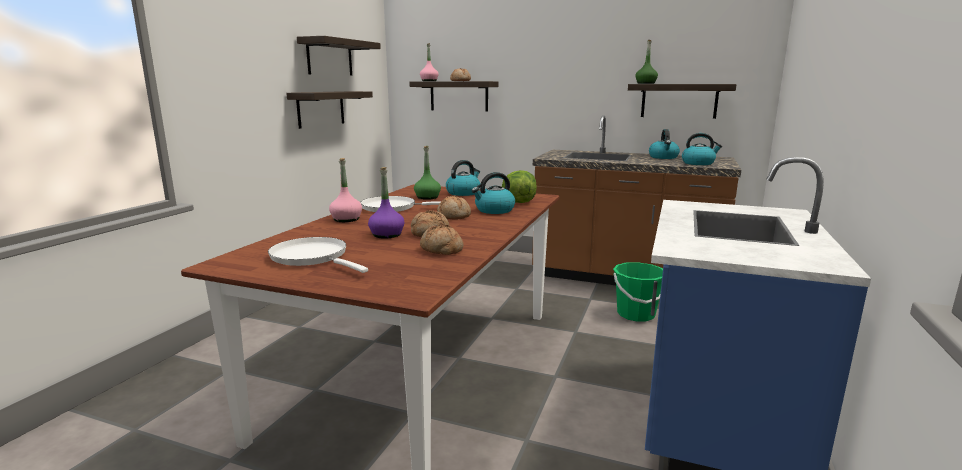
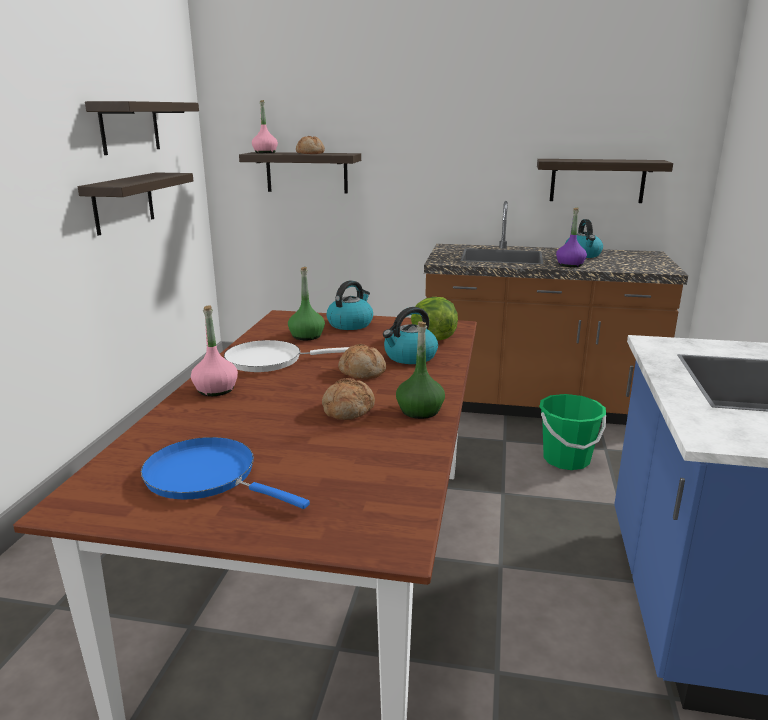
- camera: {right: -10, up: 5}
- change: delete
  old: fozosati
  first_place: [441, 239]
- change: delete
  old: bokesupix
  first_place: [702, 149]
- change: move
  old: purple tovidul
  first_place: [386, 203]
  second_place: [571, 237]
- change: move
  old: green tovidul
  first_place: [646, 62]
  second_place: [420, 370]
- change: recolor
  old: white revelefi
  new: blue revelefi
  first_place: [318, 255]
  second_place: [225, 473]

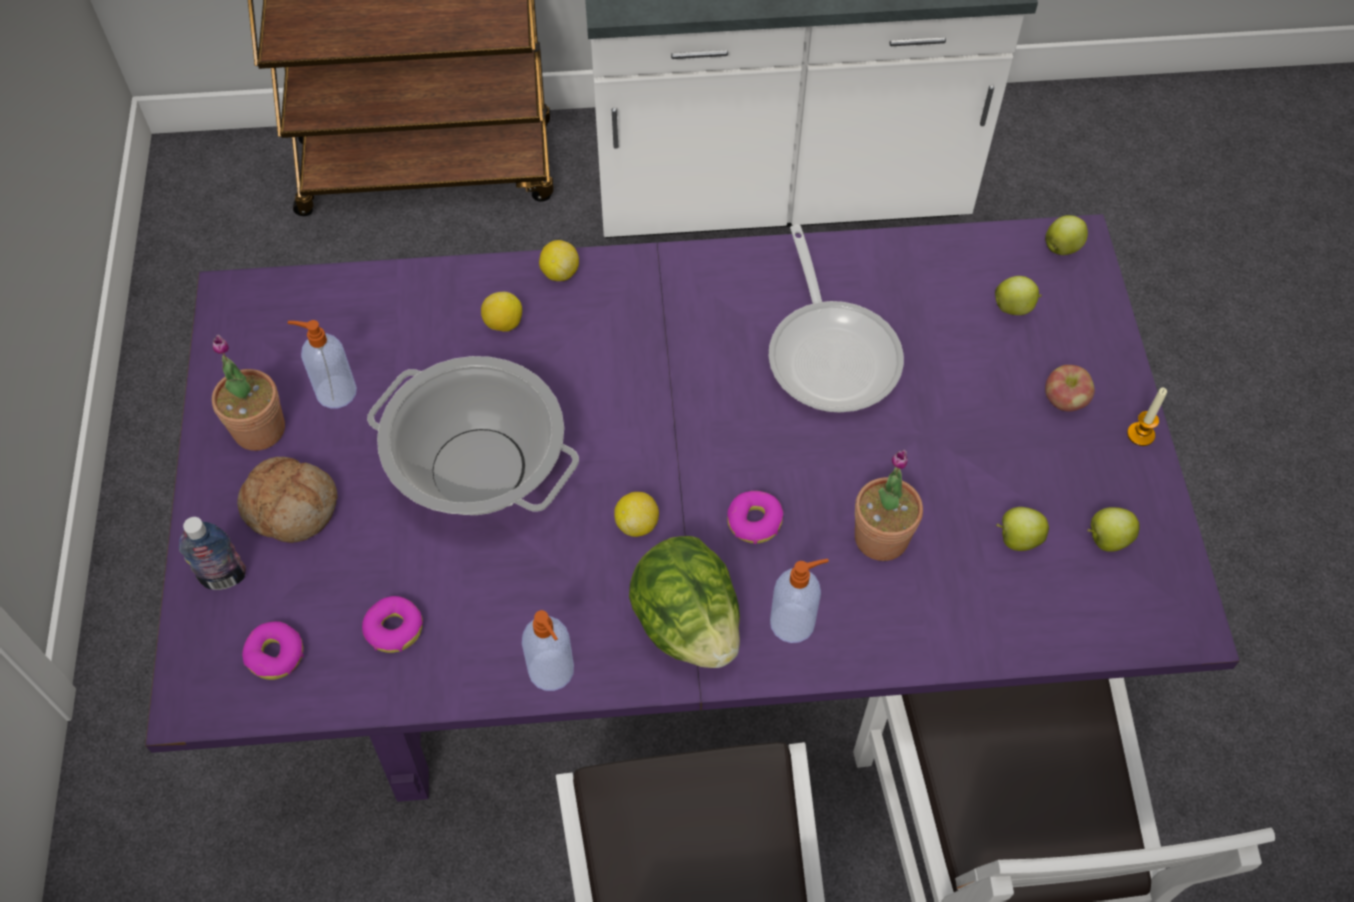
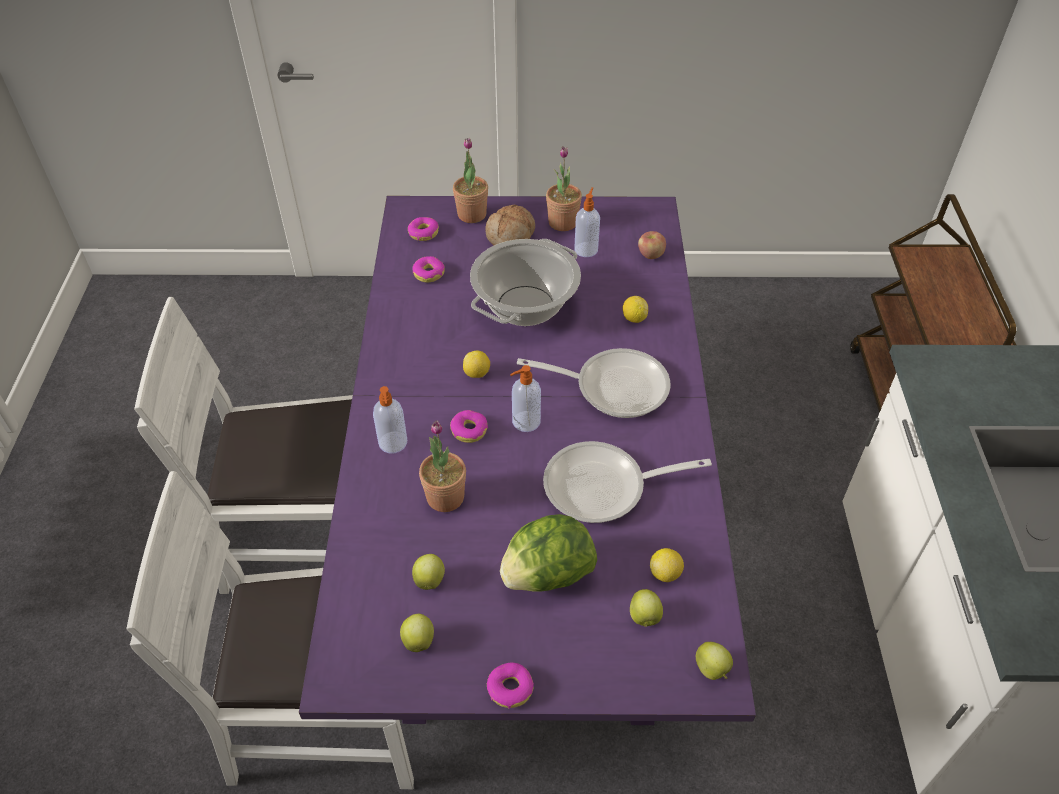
- camera: {right: 95, up: -10}
- change: insert
  new: revelefi
  second_place: [593, 383]
- change: move
  old: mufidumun
  first_place: [548, 650]
  second_place: [525, 398]
- change: move
  old: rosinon
  first_place: [559, 260]
  second_place: [667, 565]
- change: move
  old: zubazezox
  first_place: [684, 602]
  second_place: [548, 552]
- change: move
  old: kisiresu
  first_place: [1070, 388]
  second_place: [652, 245]
- change: replace
  old: tovidul
  new: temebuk
  first_place: [212, 553]
  second_place: [470, 180]
- change: replace
  old: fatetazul
  new: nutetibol
  first_place: [1147, 417]
  second_place: [510, 685]

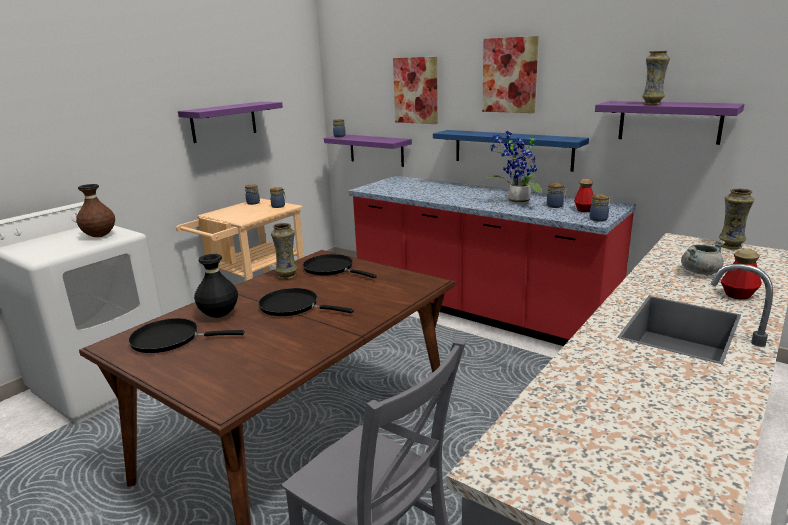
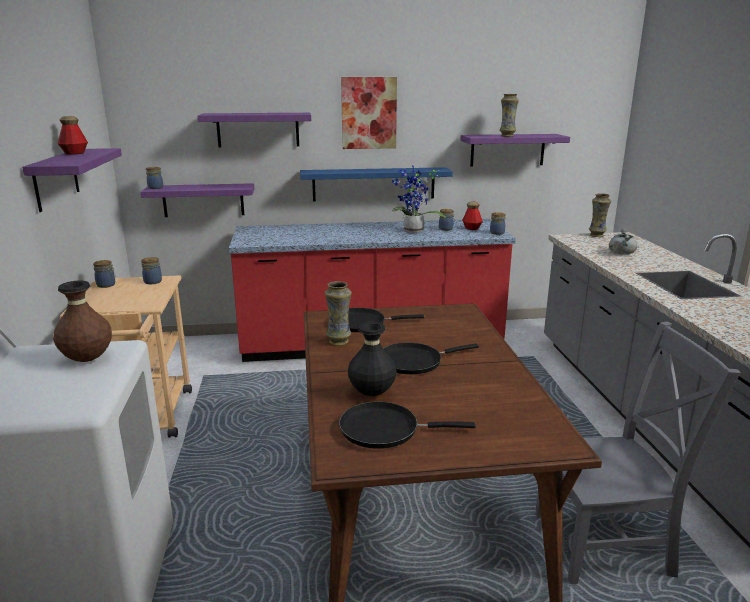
- camera: {right: -45, up: 0}
- change: move
  old: tovidul
  first_place: [741, 274]
  second_place: [72, 135]
- change: replace
  old: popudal
  new: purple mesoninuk
  first_place: [415, 90]
  second_place: [254, 130]
- change: rotate
  old: black revelefi
  first_place: [186, 335]
  second_place: [407, 425]
  degrees: 45

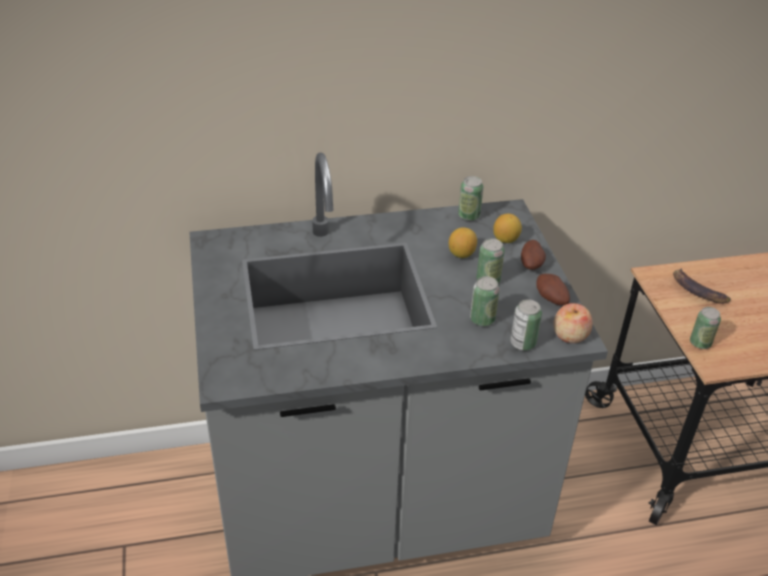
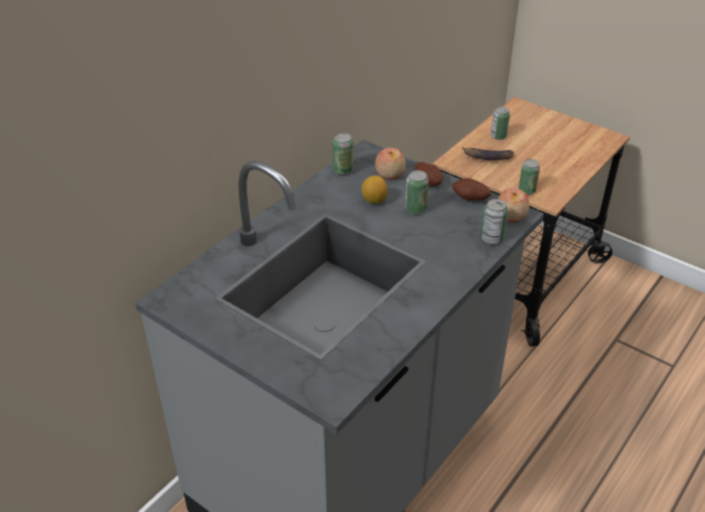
- camera: {right: -40, up: 0}
- change: move
  old: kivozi
  first_place: [485, 301]
  second_place: [500, 123]
- change: replace
  old: rosinon
  new: kisiresu
  first_place: [507, 228]
  second_place: [390, 164]

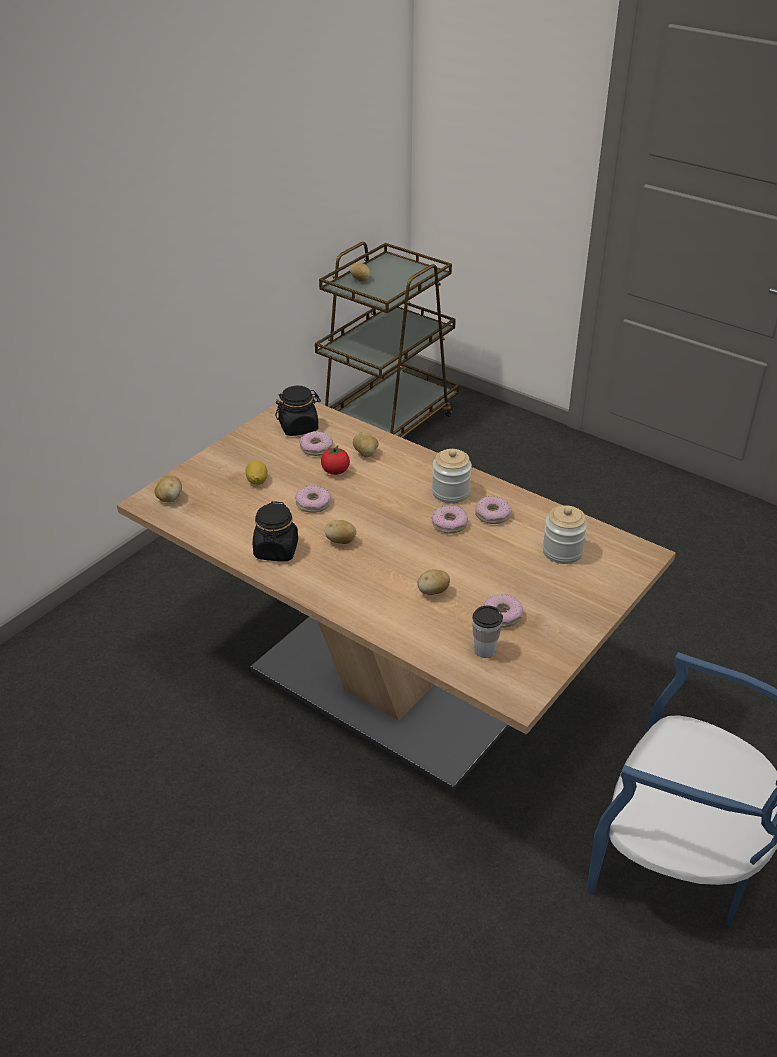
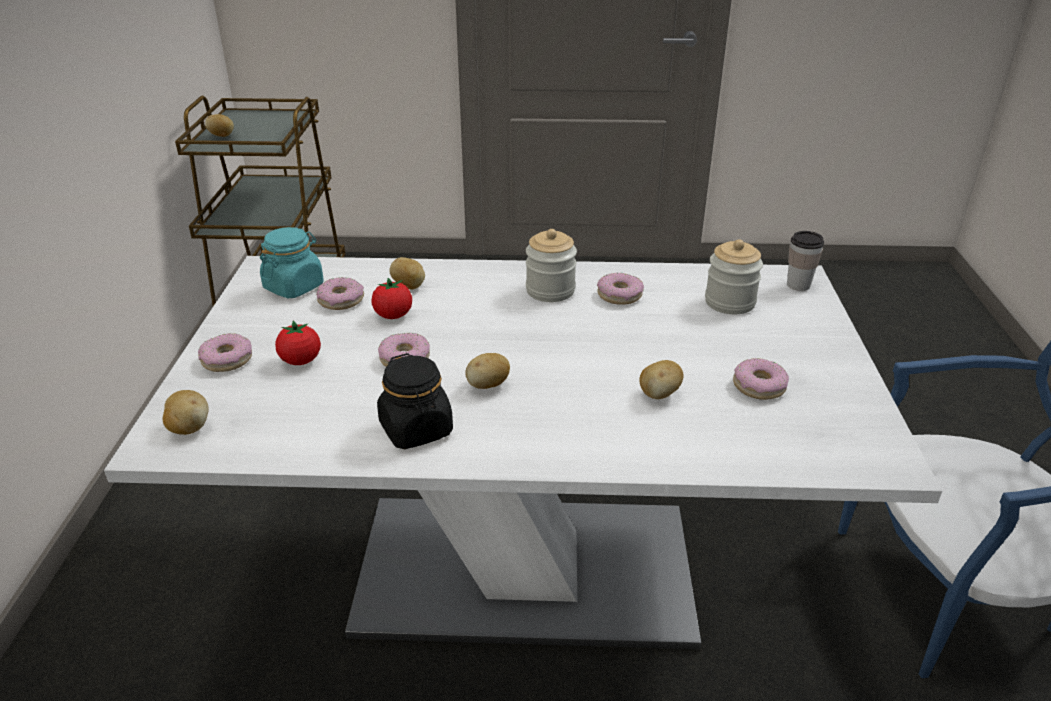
- camera: {right: -35, up: -5}
- change: move
  old: nutetibol
  first_place: [450, 520]
  second_place: [225, 352]
- change: move
  old: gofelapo
  first_place: [487, 632]
  second_place: [805, 261]
- change: replace
  old: rosinon
  new: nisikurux
  first_place: [256, 472]
  second_place: [298, 342]
- change: recolor
  old: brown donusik
  new: white donusik
  first_place: [396, 596]
  second_place: [523, 452]
- change: recolor
  old: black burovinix
  new: turquoise burovinix
  first_place: [298, 411]
  second_place: [292, 262]

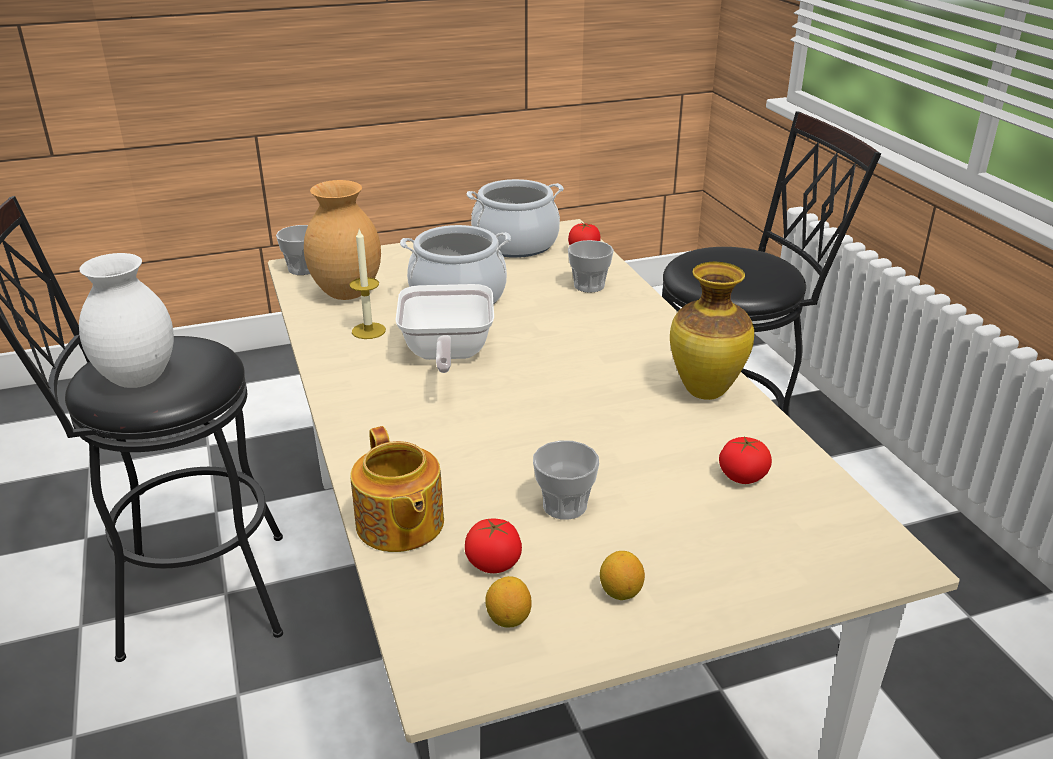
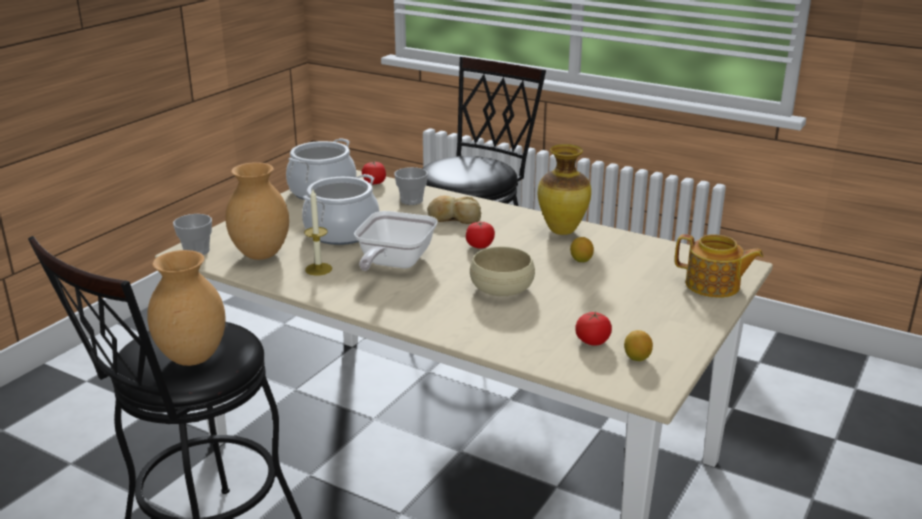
- camera: {right: -40, up: -5}
- change: delete
  old: gofelapo
  first_place: [566, 480]
- change: insert
  new: fozosati
  second_place: [454, 209]
- change: insert
  new: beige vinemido
  second_place: [502, 271]
- change: move
  old: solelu
  first_place: [397, 489]
  second_place: [719, 266]
- change: move
  old: rosinon
  first_place: [622, 575]
  second_place: [582, 249]
- change: move
  old: nisikurux
  first_place: [745, 460]
  second_place: [480, 235]
- change: recolor
  old: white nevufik
  new: brown nevufik
  first_place: [126, 320]
  second_place: [186, 308]
- change: rotate
  old: revelefi
  first_place: [444, 328]
  second_place: [396, 241]
  degrees: 60

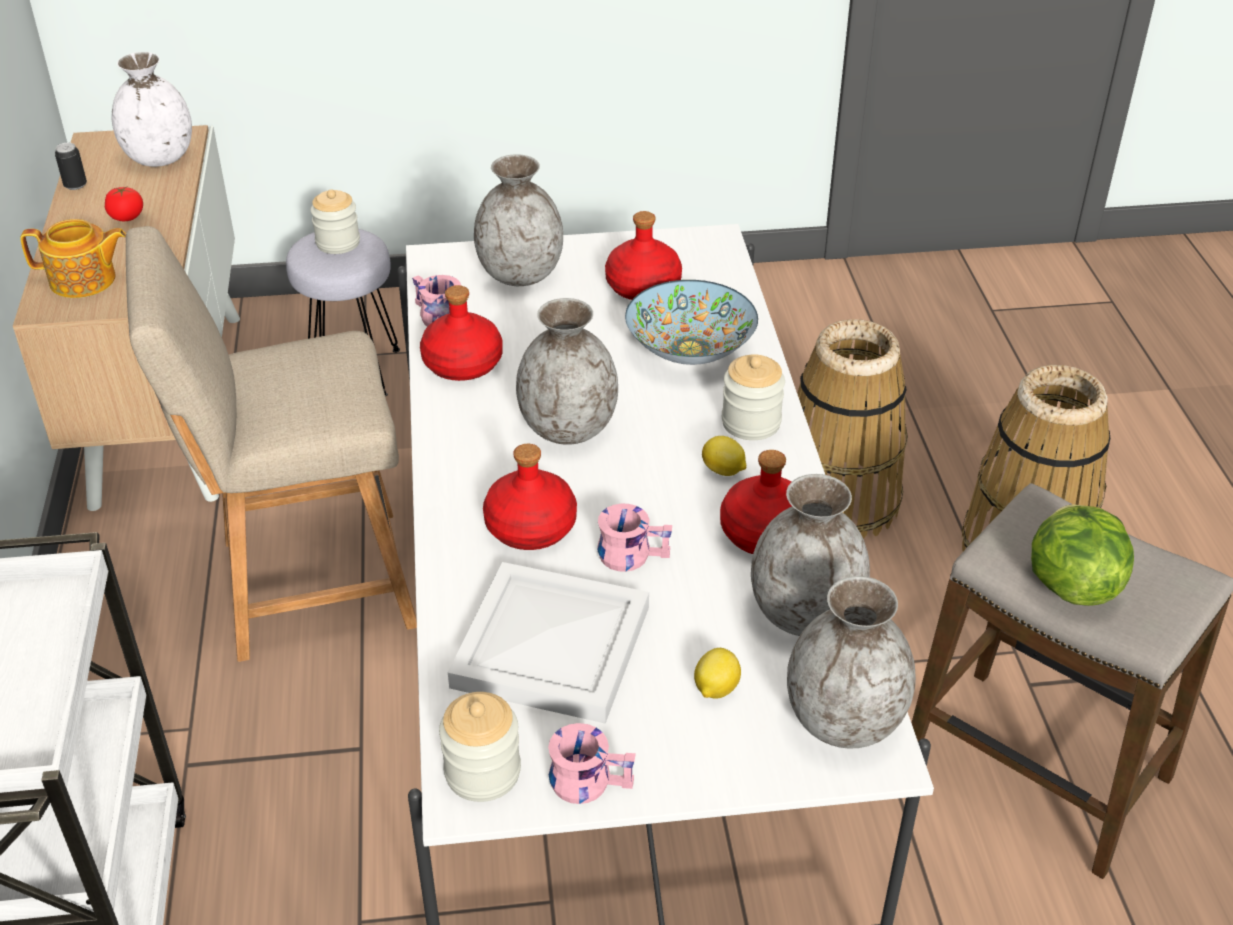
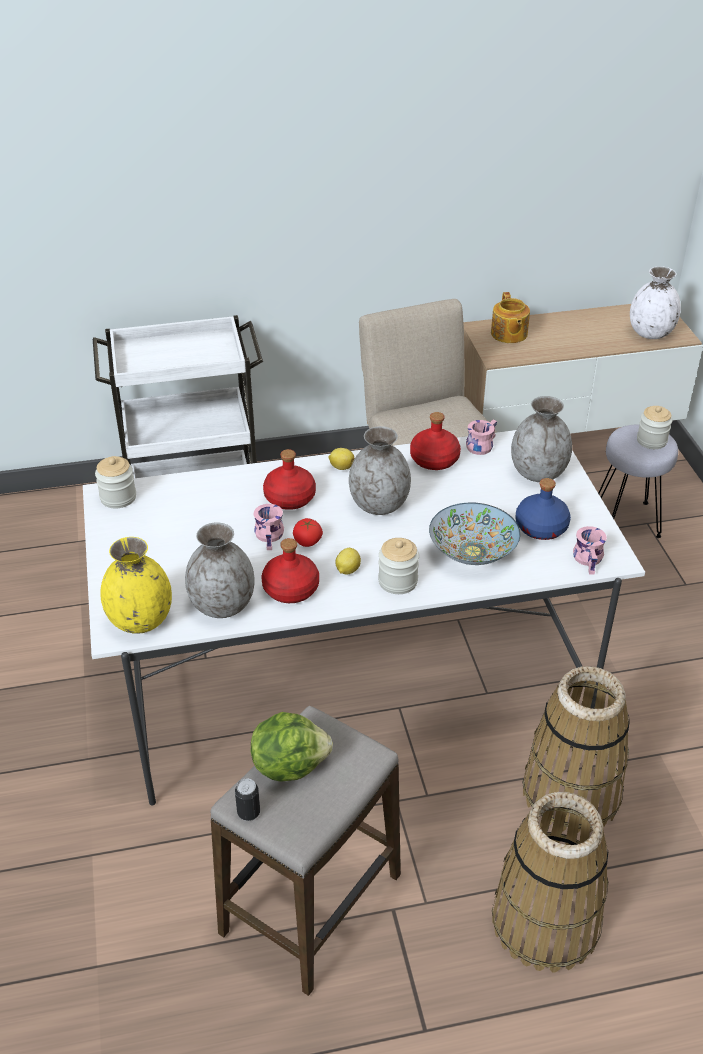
- camera: {right: 85, up: 0}
- change: delete
  old: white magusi
  first_place: [548, 643]
- change: move
  old: kivozi
  first_place: [71, 166]
  second_place: [247, 799]
- change: move
  old: nisikurux
  first_place: [124, 203]
  second_place: [308, 532]
- change: move
  old: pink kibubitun
  first_place: [592, 763]
  second_place: [590, 550]
- change: move
  old: rosinon
  first_place: [717, 673]
  second_place: [341, 459]
- change: recolor
  old: red tovidul
  new: blue tovidul
  first_place: [643, 255]
  second_place: [543, 509]
- change: recolor
  old: grey nevufik
  new: yellow nevufik
  first_place: [851, 662]
  second_place: [136, 585]

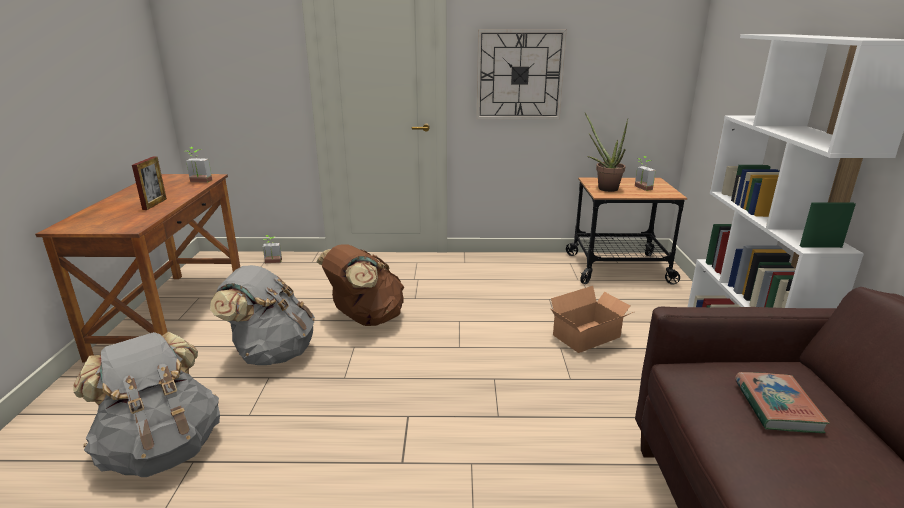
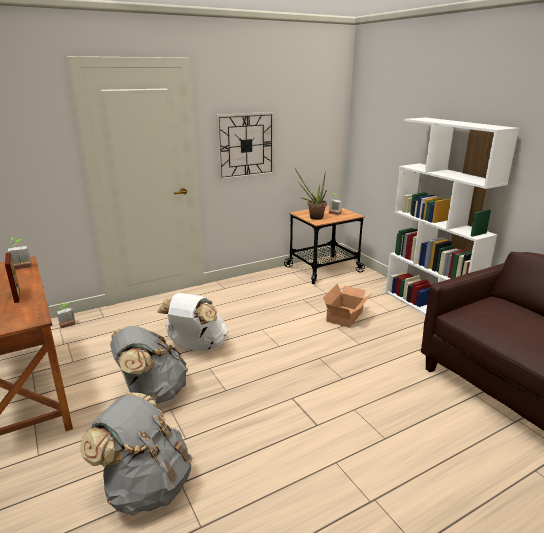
- camera: {right: -30, up: 0}
- change: delete
  old: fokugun
  first_place: [782, 402]
- change: recolor
  old: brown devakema
  new: white devakema
  first_place: [360, 285]
  second_place: [192, 322]

